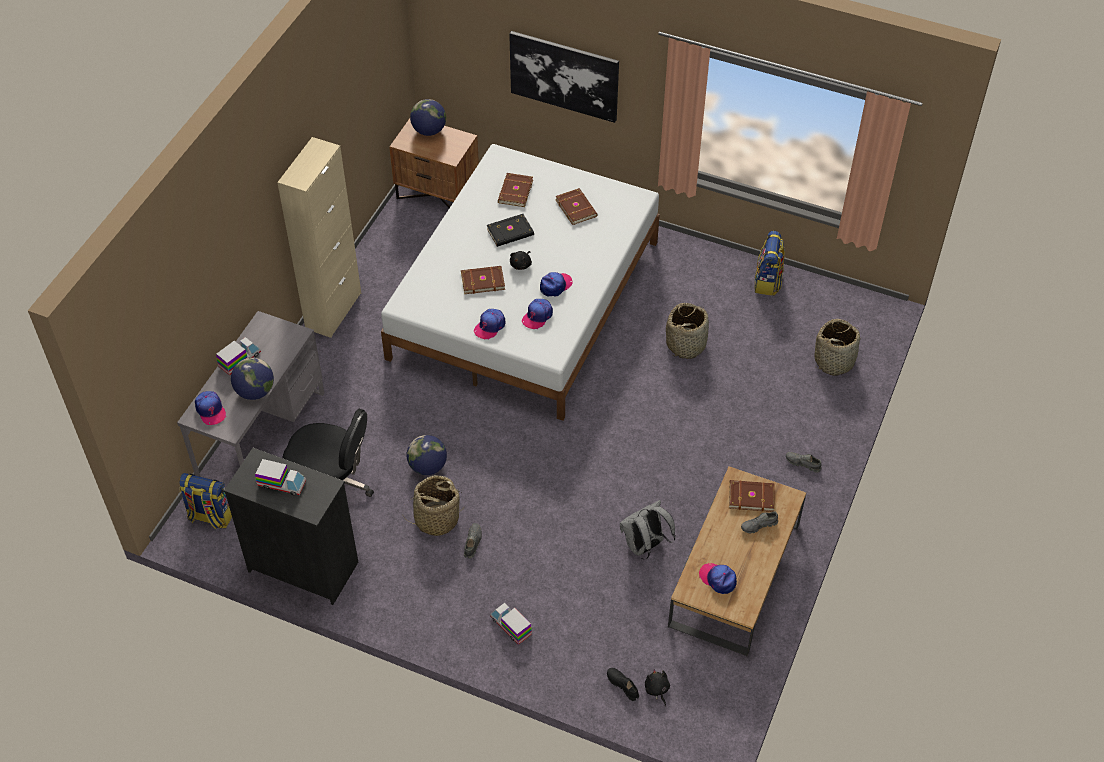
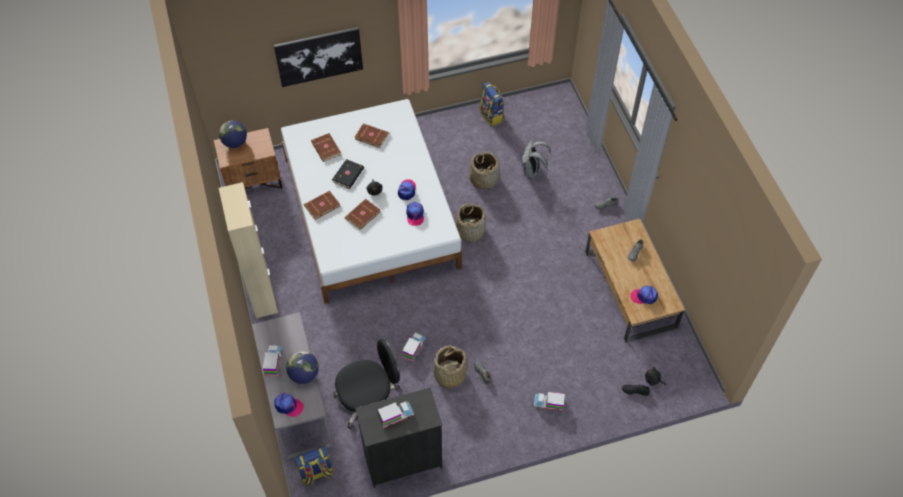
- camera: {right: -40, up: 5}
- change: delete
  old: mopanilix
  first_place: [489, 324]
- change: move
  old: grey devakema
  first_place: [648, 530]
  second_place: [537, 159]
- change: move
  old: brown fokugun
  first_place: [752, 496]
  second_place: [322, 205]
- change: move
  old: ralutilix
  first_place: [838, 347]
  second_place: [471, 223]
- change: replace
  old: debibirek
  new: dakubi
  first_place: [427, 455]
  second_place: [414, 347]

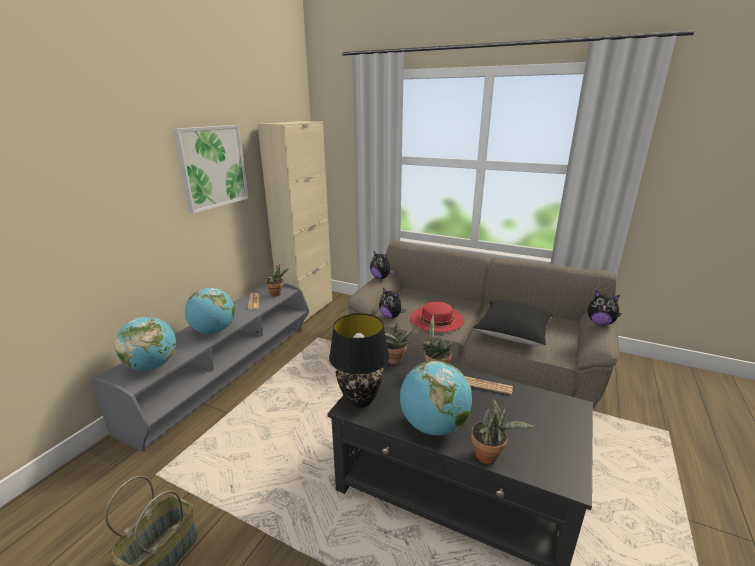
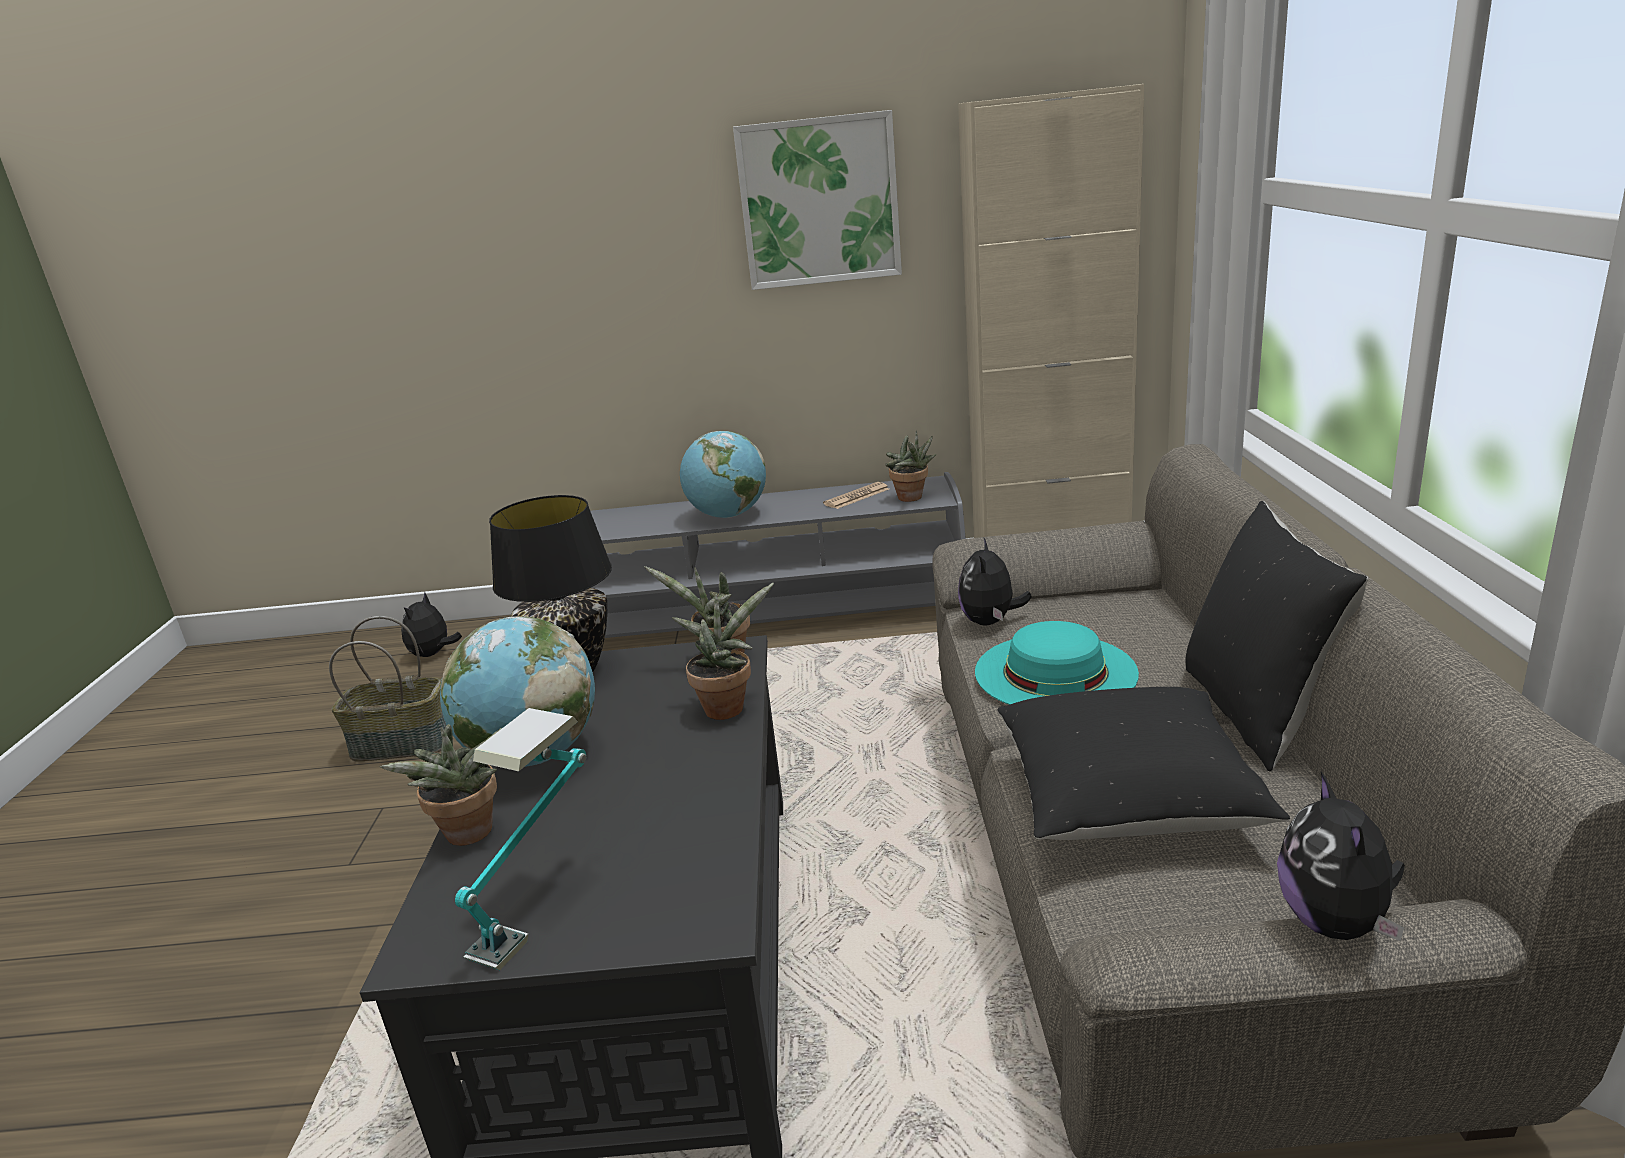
- camera: {right: 65, up: 0}
- change: delete
  old: debibirek
  first_place: [145, 343]
- change: delete
  old: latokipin
  first_place: [489, 385]
- change: insert
  new: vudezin
  second_place: [520, 839]
- change: insert
  new: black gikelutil
  second_place: [1276, 636]
- change: move
  old: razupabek
  first_place: [382, 265]
  second_place: [431, 624]
- change: recolor
  old: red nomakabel
  new: turquoise nomakabel
  first_place: [437, 316]
  second_place: [1057, 663]

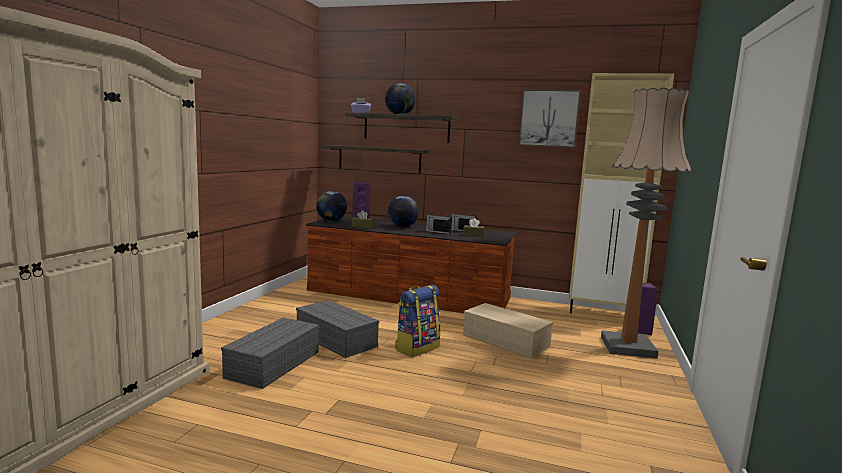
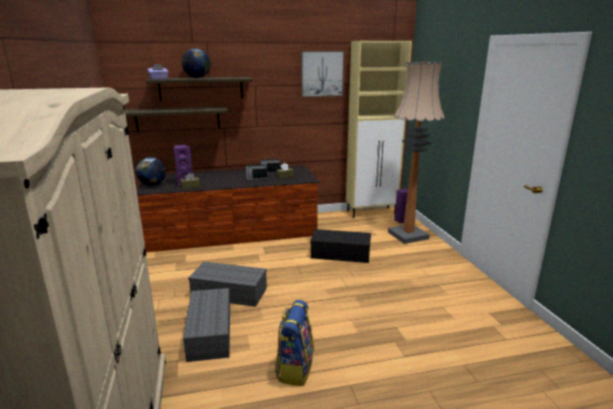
- camera: {right: -30, up: 10}
- change: delete
  old: debibirek
  first_place: [403, 211]
- change: move
  old: devakema
  first_place: [417, 321]
  second_place: [294, 343]
- change: recolor
  old: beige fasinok
  new: black fasinok
  first_place: [508, 331]
  second_place: [340, 246]

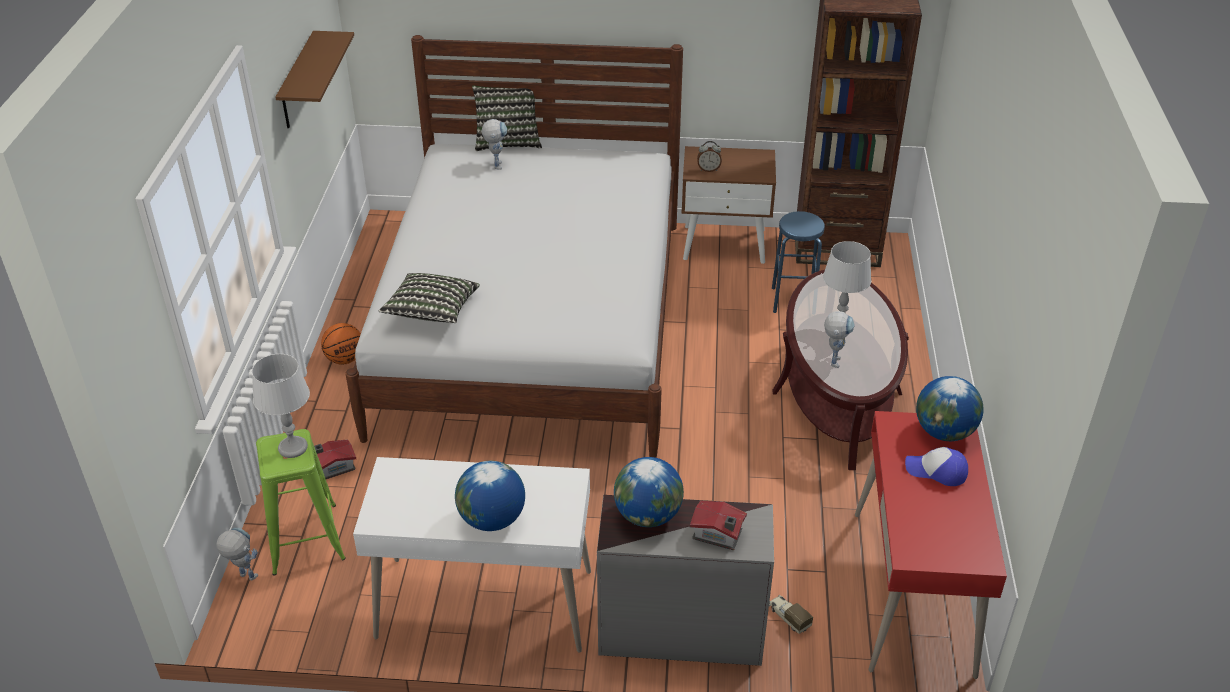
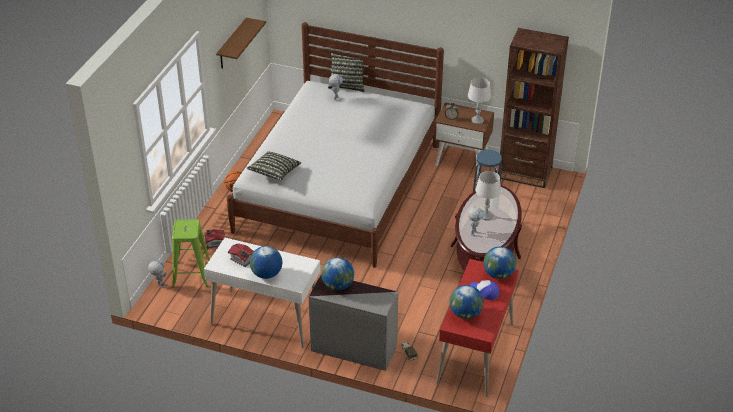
- camera: {right: 15, up: 0}
- change: insert
  new: debibirek
  second_place: [467, 302]
- change: move
  old: grey vudezin
  first_place: [281, 406]
  second_place: [479, 101]
- change: move
  old: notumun
  first_place: [718, 525]
  second_place: [241, 255]

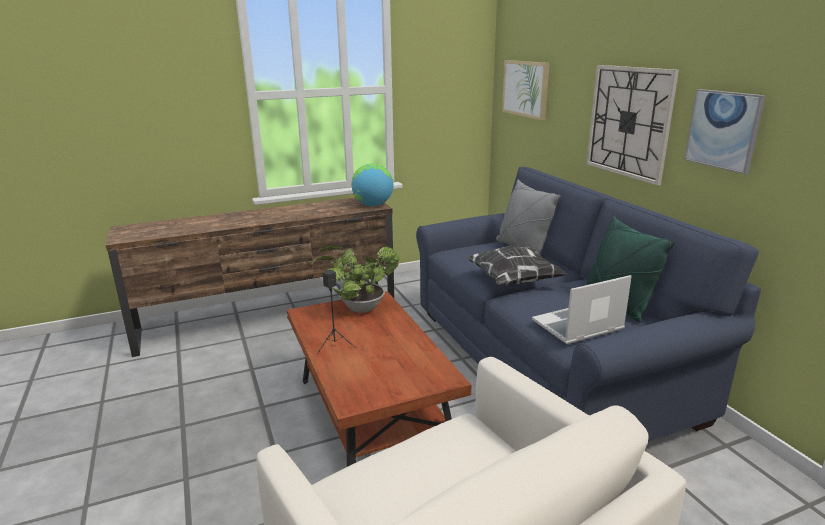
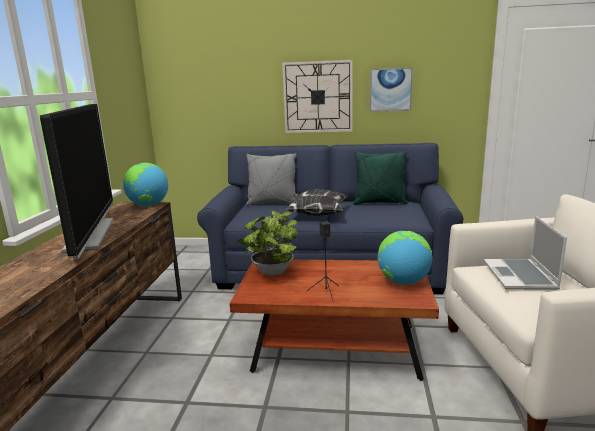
- camera: {right: -60, up: -5}
- change: delete
  old: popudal
  first_place: [525, 90]
- change: insert
  new: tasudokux
  second_place: [77, 181]
- change: insert
  new: debibirek
  second_place: [405, 258]
- change: move
  old: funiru
  first_place: [582, 309]
  second_place: [525, 253]

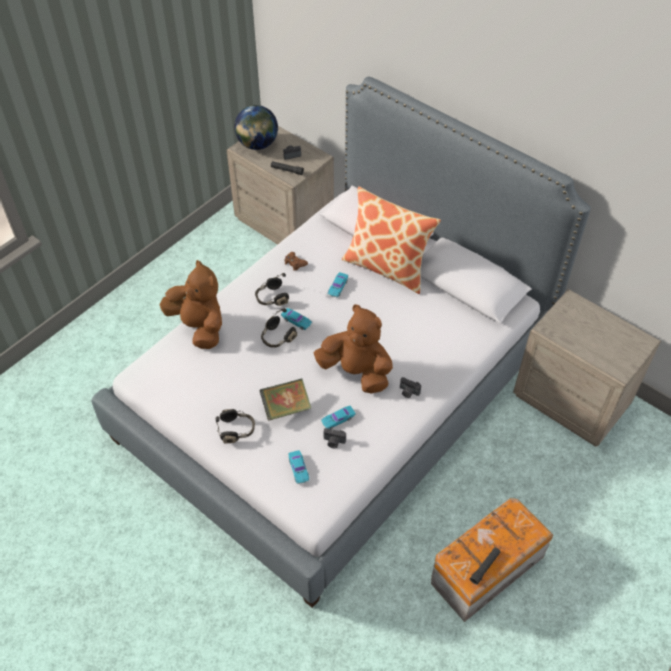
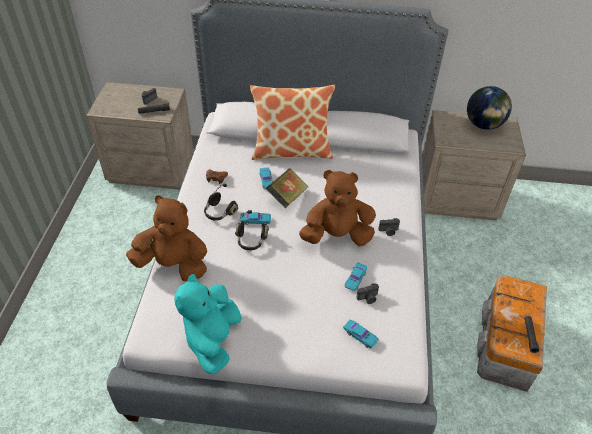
- camera: {right: -35, up: -5}
- change: delete
  old: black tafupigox
  first_place: [235, 426]
- change: insert
  new: turquoise razupabek
  second_place: [208, 324]
- change: move
  old: debibirek
  first_place: [256, 127]
  second_place: [489, 108]
- change: move
  old: fokugun
  first_place: [285, 399]
  second_place: [287, 188]

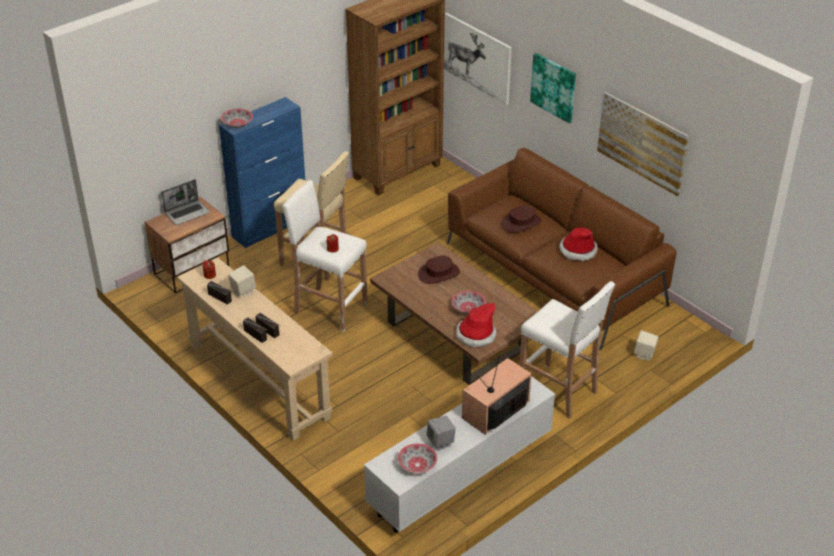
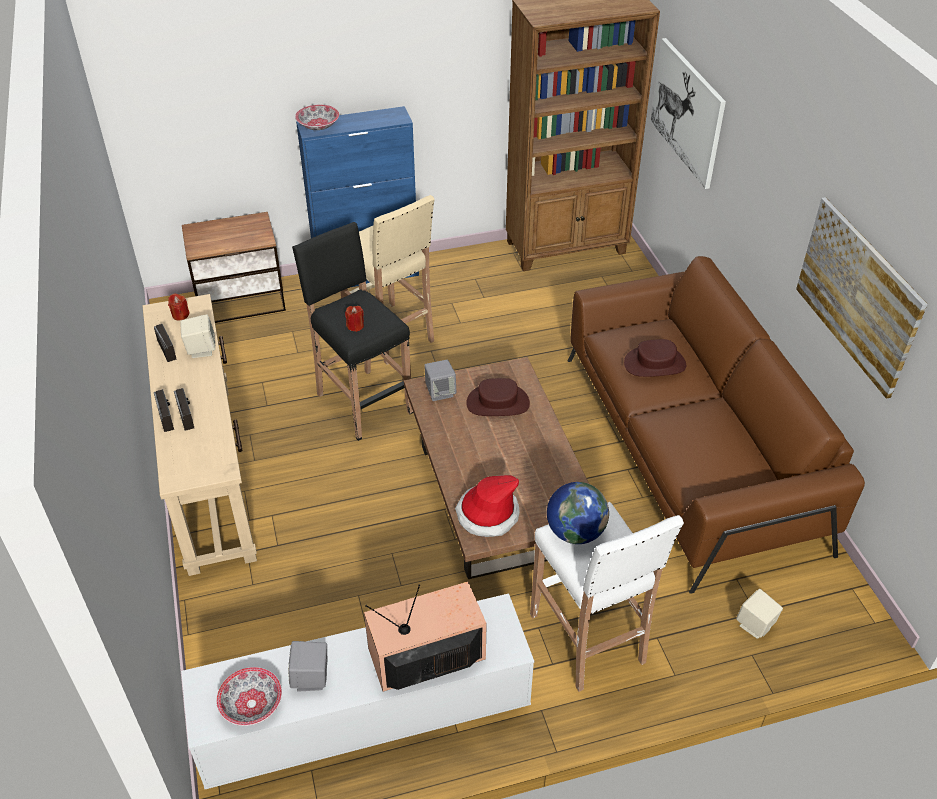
- camera: {right: 25, up: 5}
- change: delete
  old: funiru
  first_place: [185, 202]
- change: delete
  old: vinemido
  first_place: [469, 302]
- change: delete
  old: popudal
  first_place: [553, 88]
- change: delete
  old: nomakabel
  first_place: [578, 244]
- change: insert
  new: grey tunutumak
  second_place: [440, 380]
- change: insert
  new: debibirek
  second_place: [578, 513]
- change: recolor
  old: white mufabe
  new: black mufabe
  first_place: [325, 256]
  second_place: [352, 331]

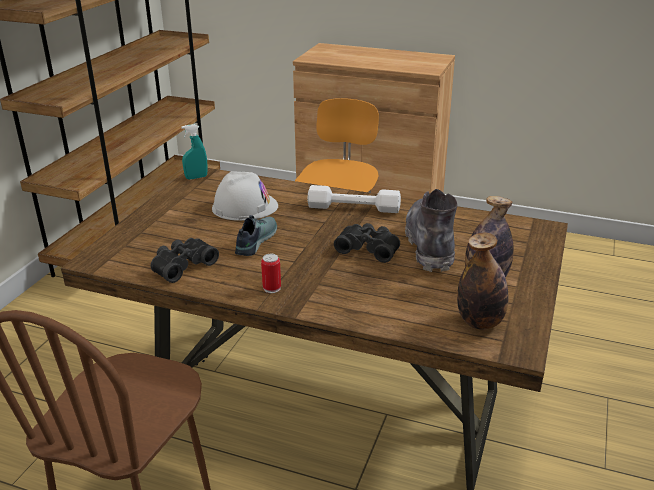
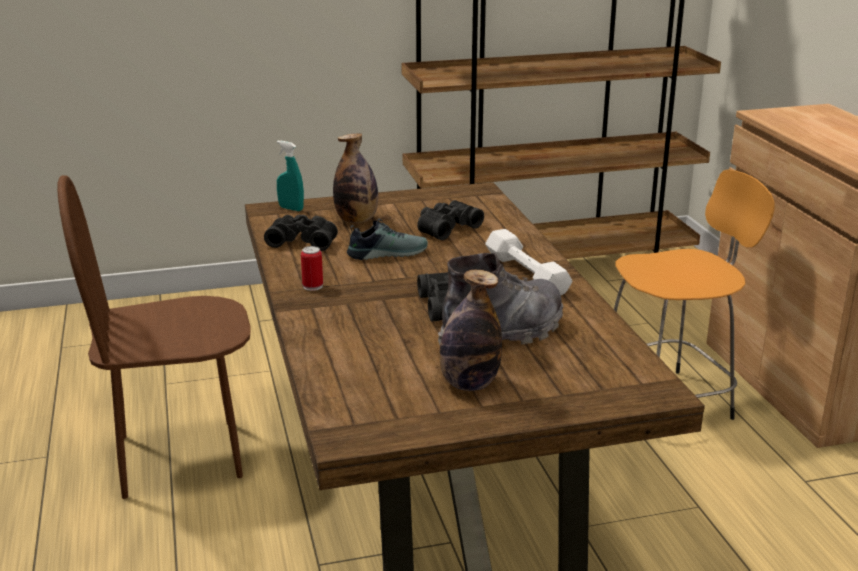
- camera: {right: 55, up: -5}
- change: move
  old: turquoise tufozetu
  first_place: [194, 152]
  second_place: [290, 176]
- change: move
  old: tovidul
  first_place: [483, 281]
  second_place: [355, 178]
- change: replace
  old: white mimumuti
  new: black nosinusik
  first_place: [245, 196]
  second_place: [450, 220]

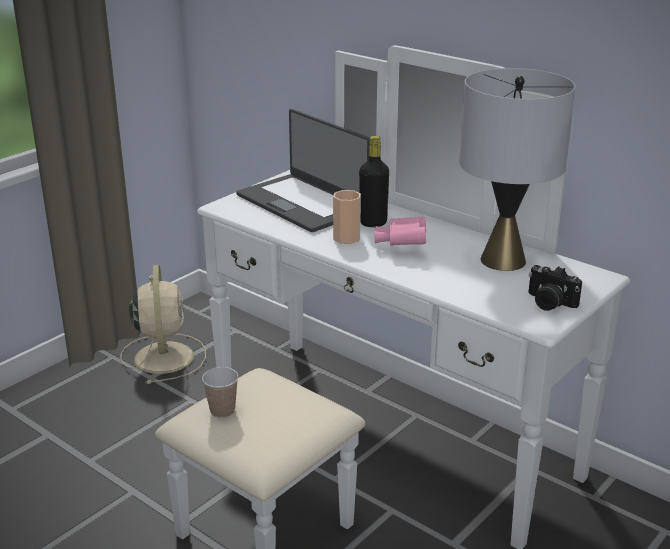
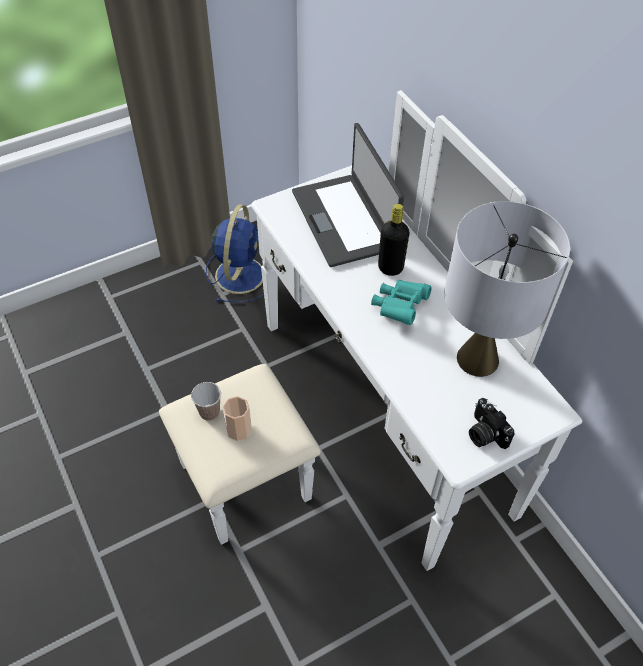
- camera: {right: 20, up: 25}
- change: move
  old: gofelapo
  first_place: [347, 217]
  second_place: [237, 418]
- change: recolor
  old: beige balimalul
  new: blue balimalul
  first_place: [163, 324]
  second_place: [235, 253]
- change: recolor
  old: pink nosinusik
  new: turquoise nosinusik
  first_place: [400, 231]
  second_place: [401, 302]

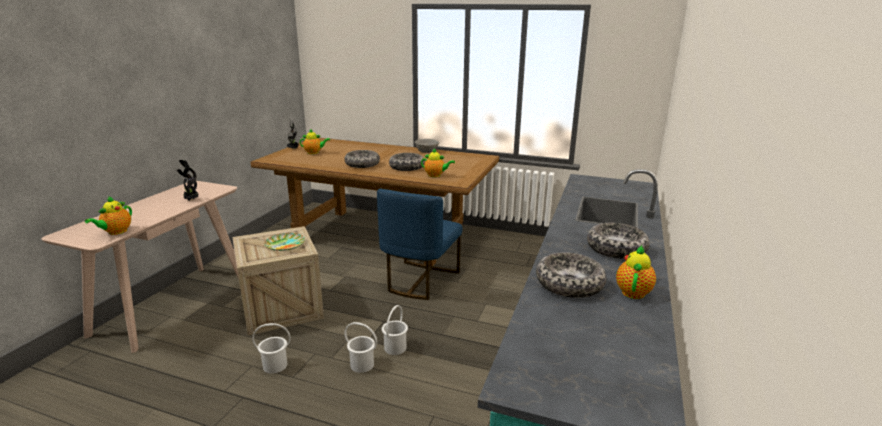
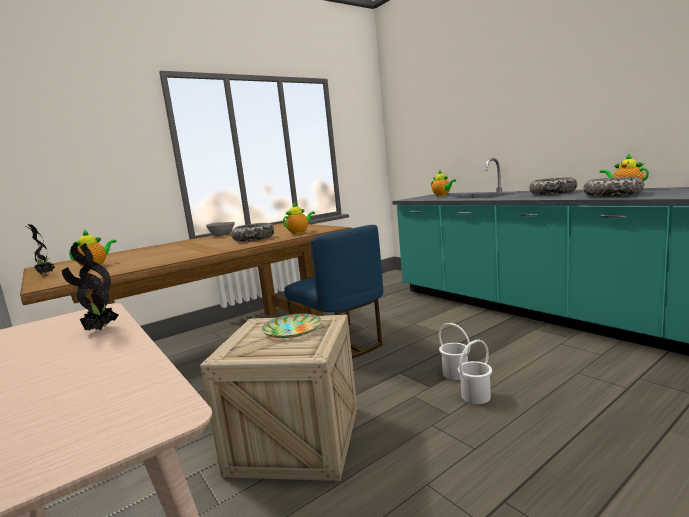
- camera: {right: -55, up: -10}
- change: delete
  old: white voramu
  first_place: [271, 348]
- change: delete
  old: vinemido
  first_place: [362, 159]
- change: move
  old: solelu
  first_place: [108, 215]
  second_place: [443, 183]

